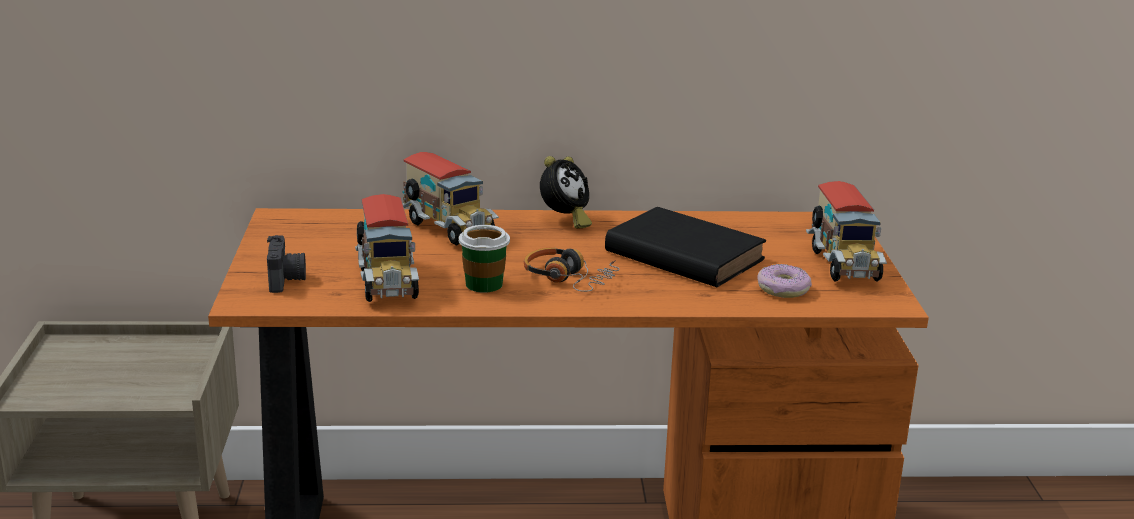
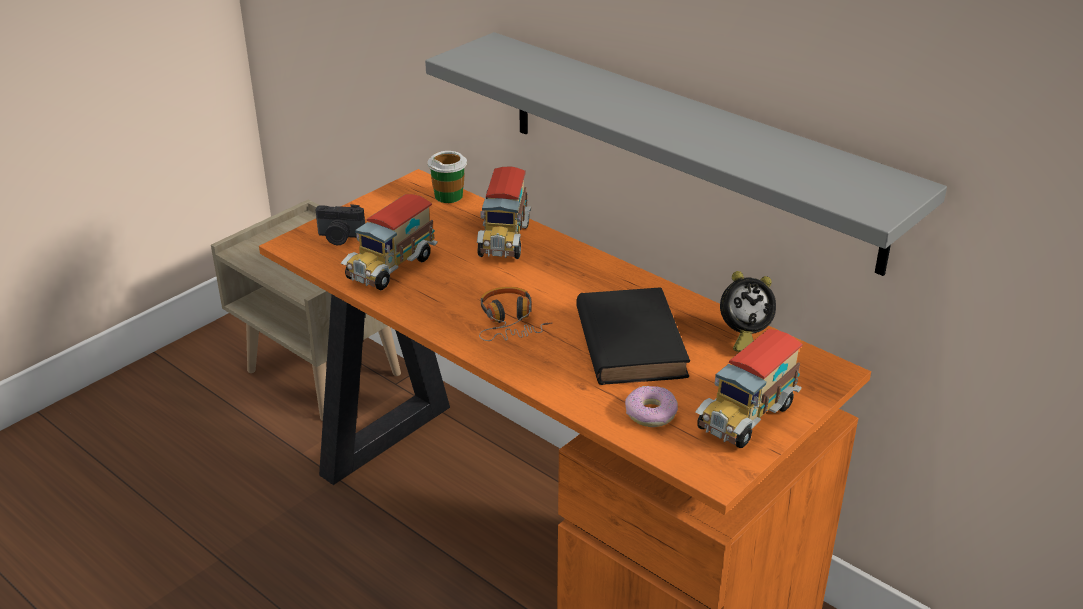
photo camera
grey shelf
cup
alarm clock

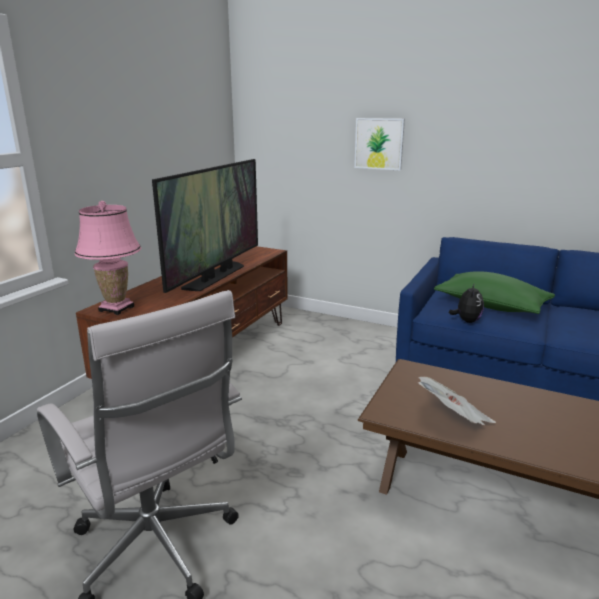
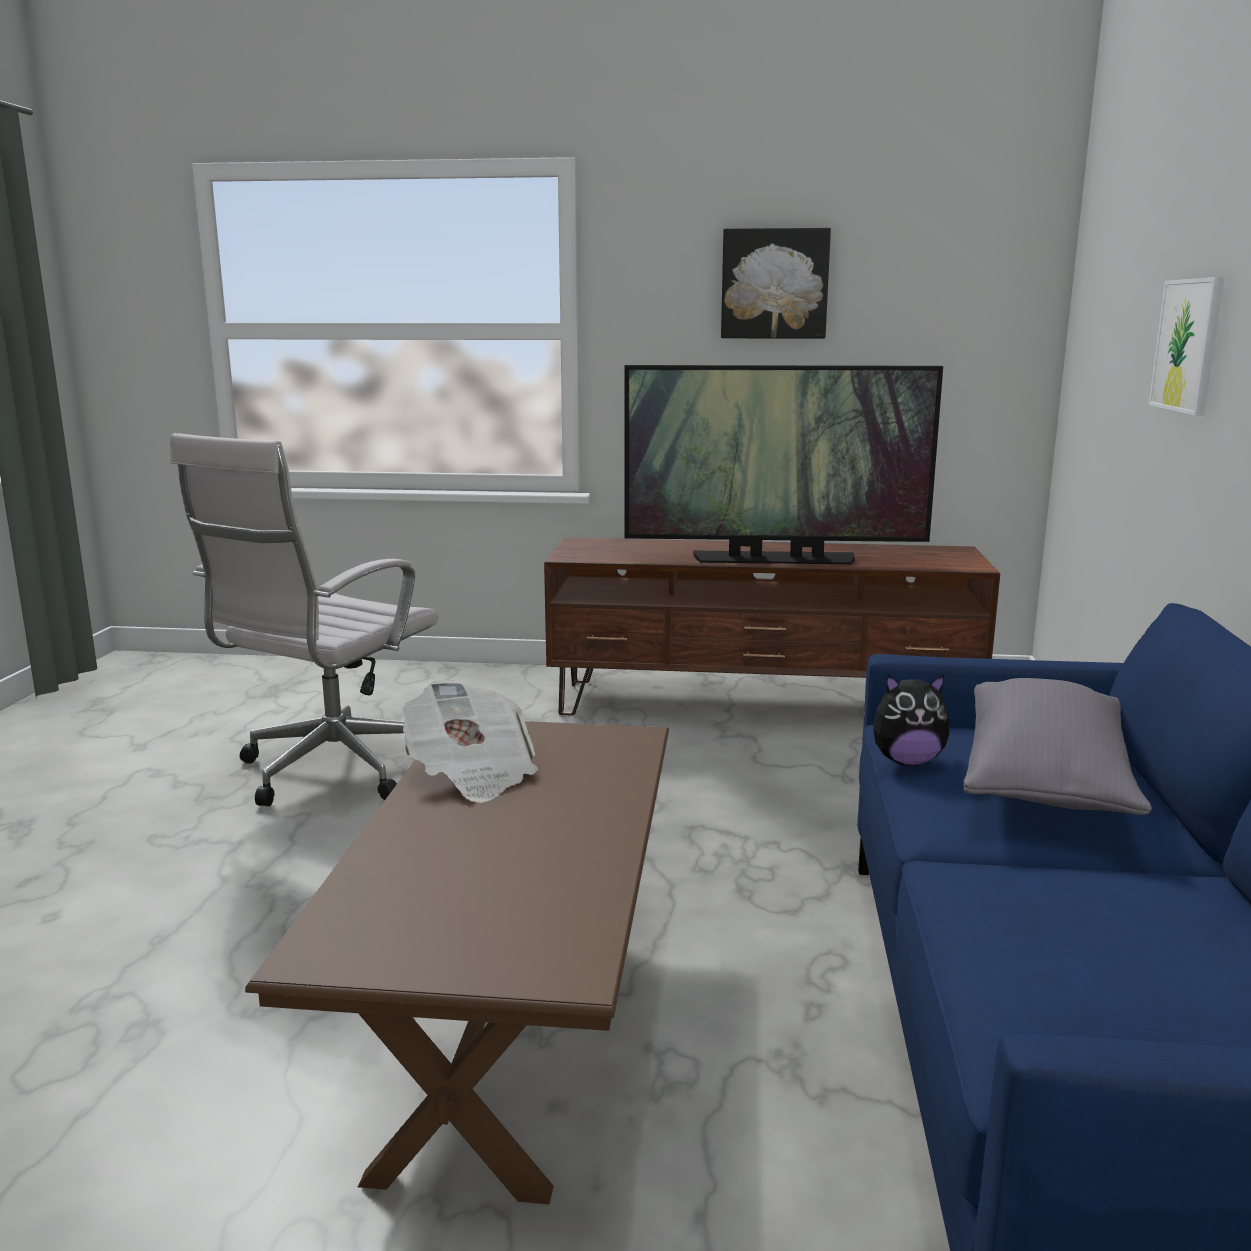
picture (1st from left)
grey pillow
pink table lamp

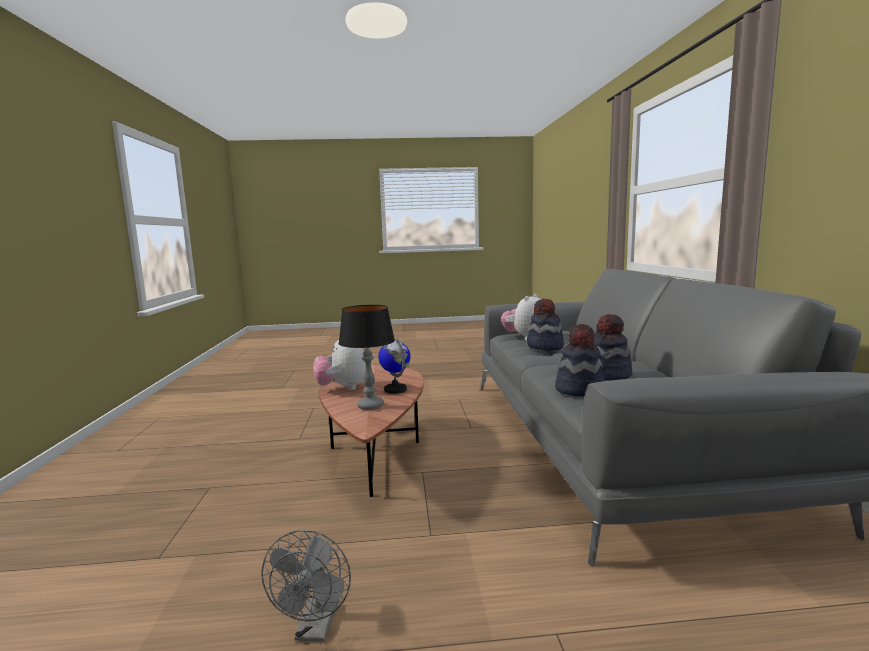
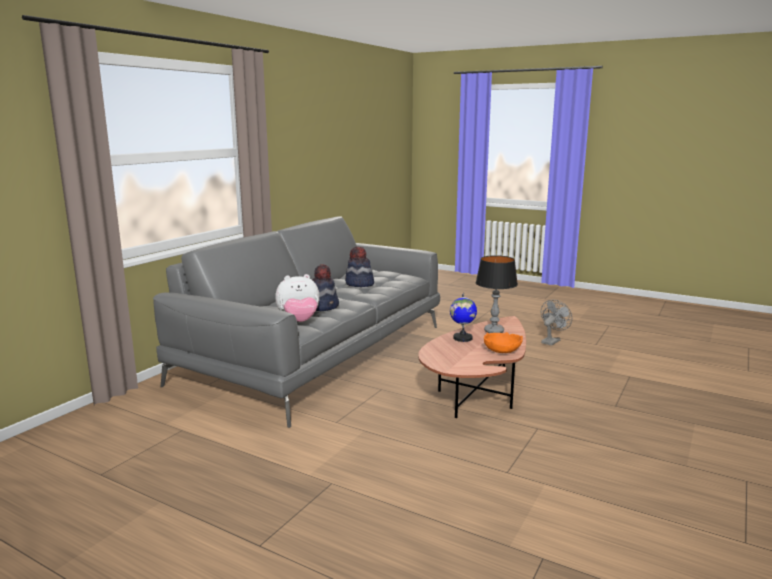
orange bowl
hat (2nd from left in the first image)

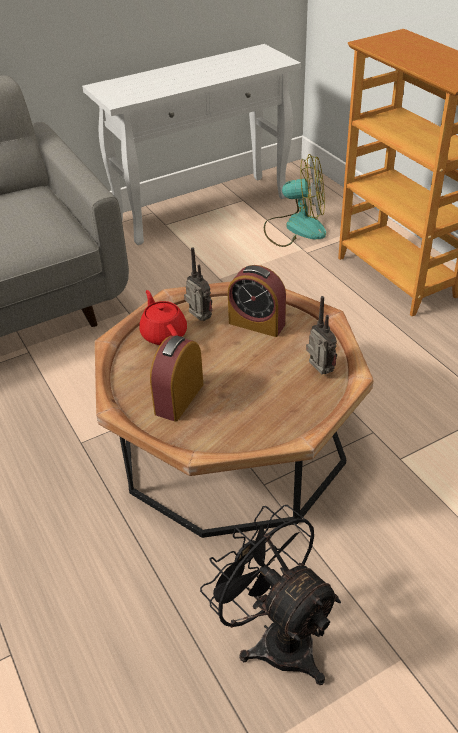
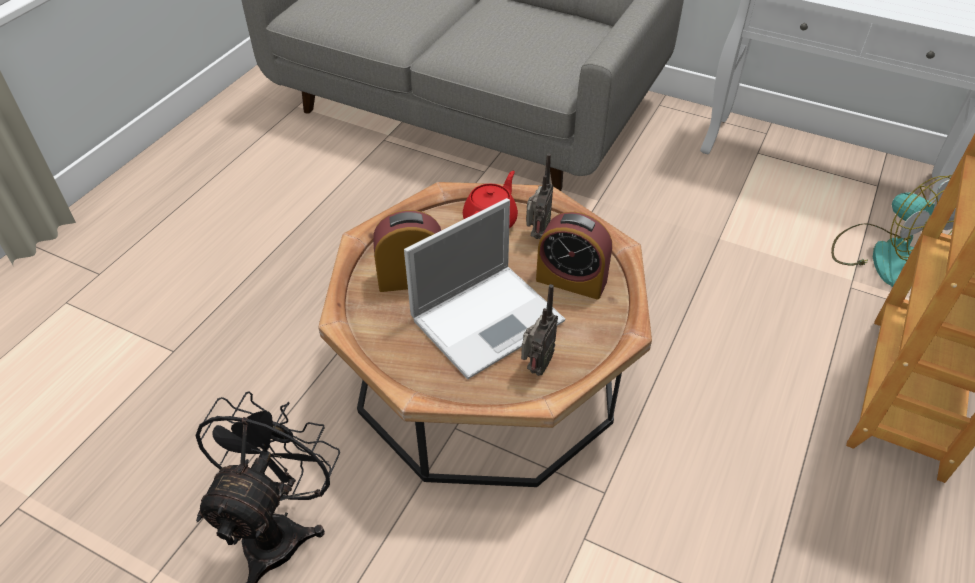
laptop
alarm clock (2nd from left)

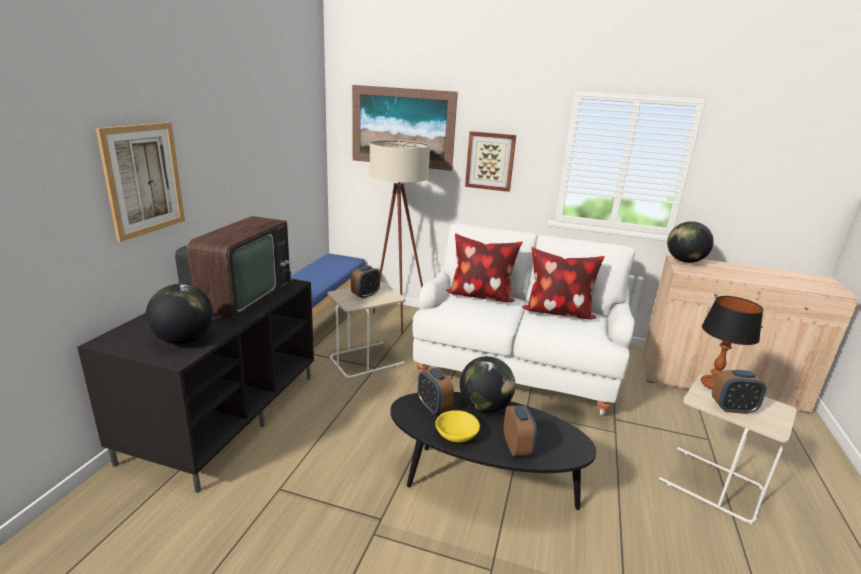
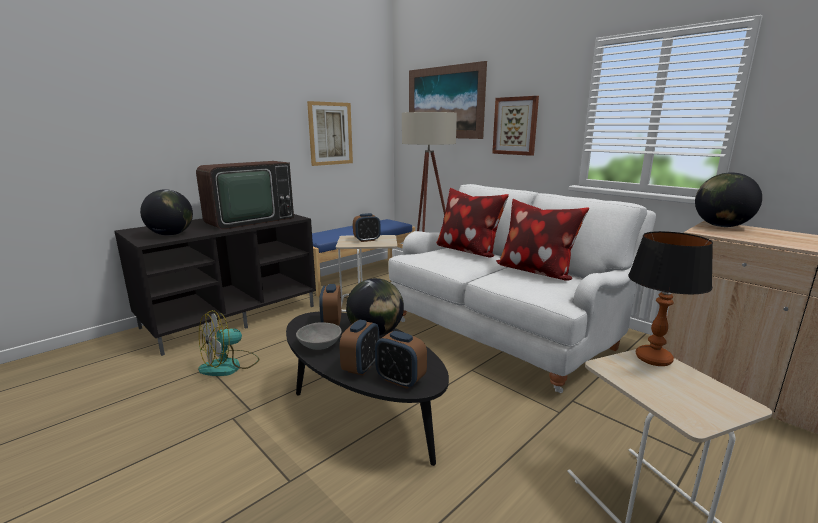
fan
grey bowl
picture (1st from left)
alarm clock (4th from left)

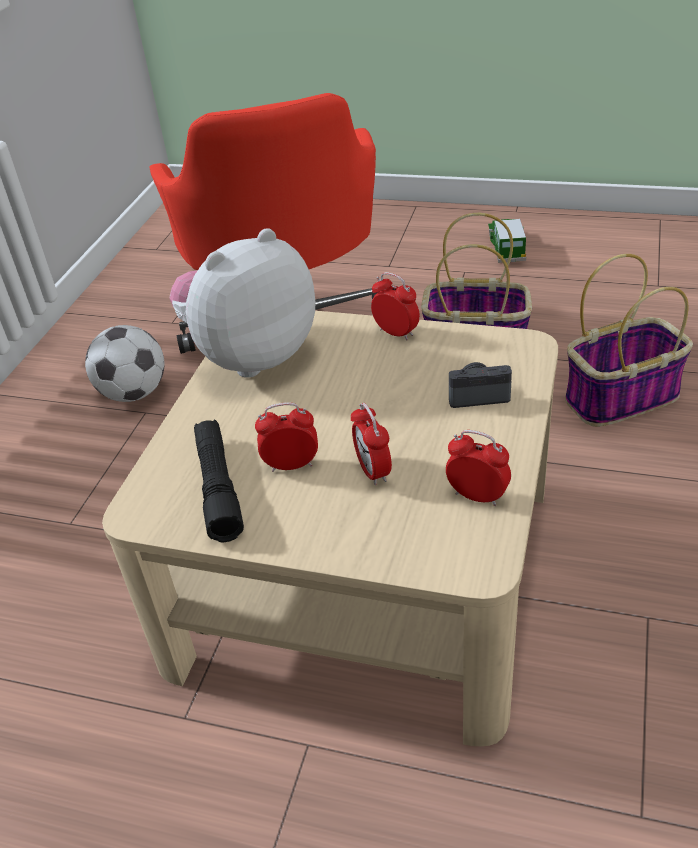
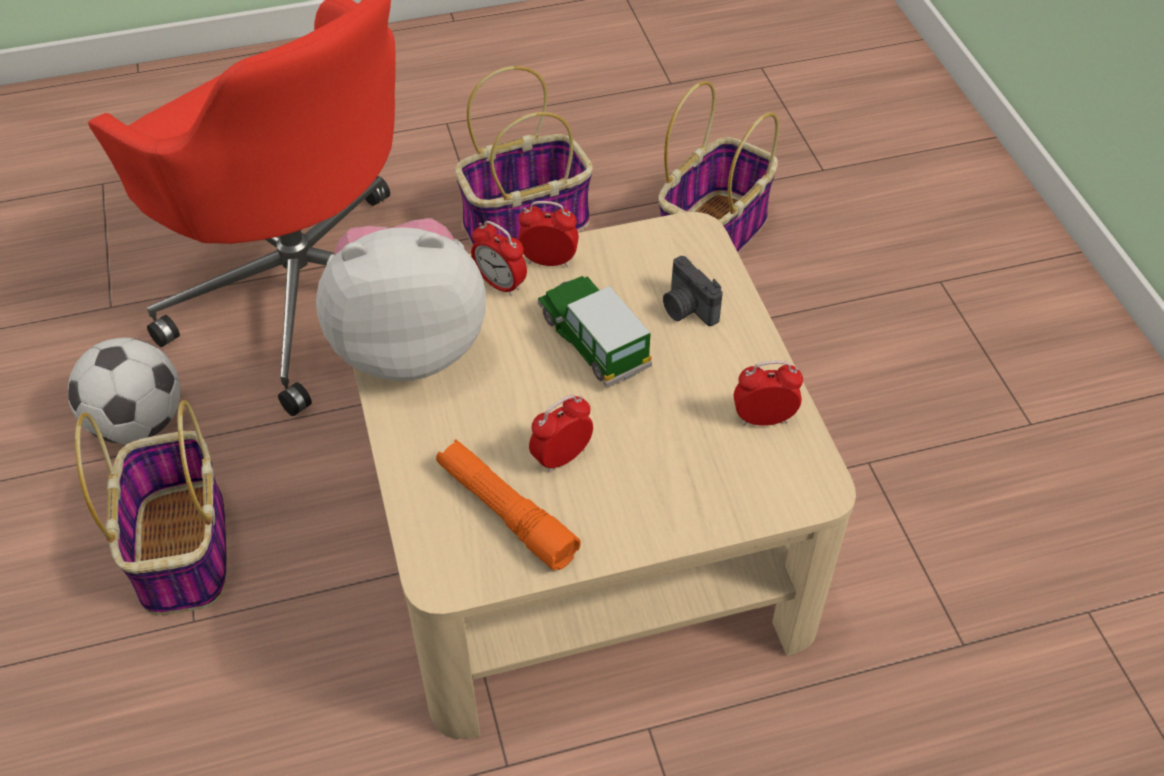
basket (1st from left)
plush toy
orange flashlight
alarm clock (1st from left)
toy car
photo camera

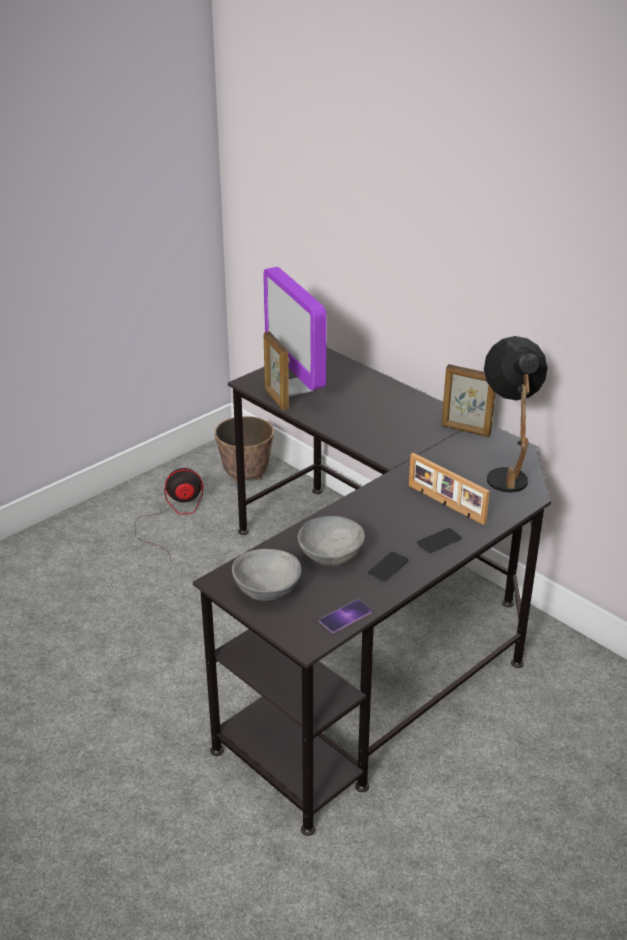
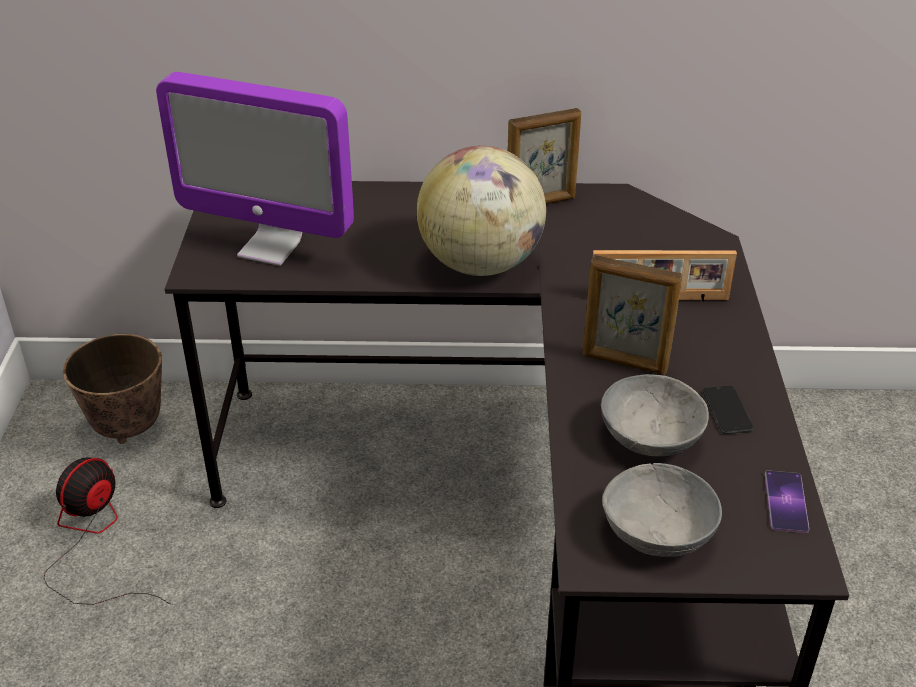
globe
picture frame (2nd from left)
phone (3rd from left in the first image)
black table lamp

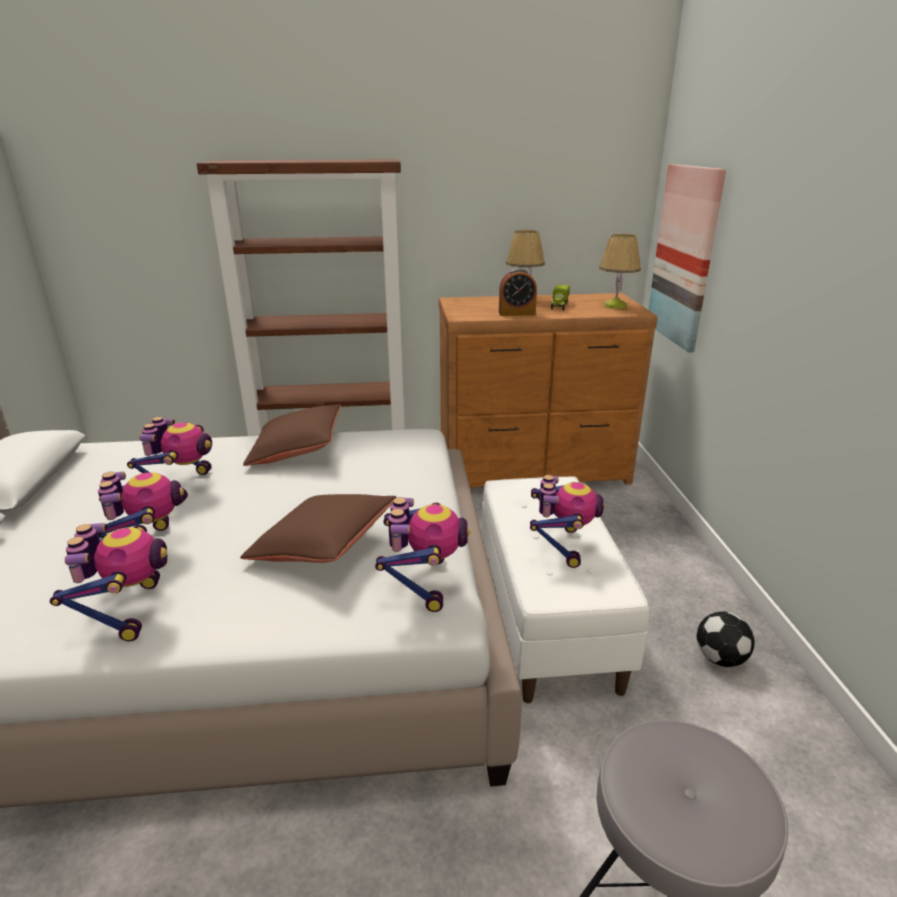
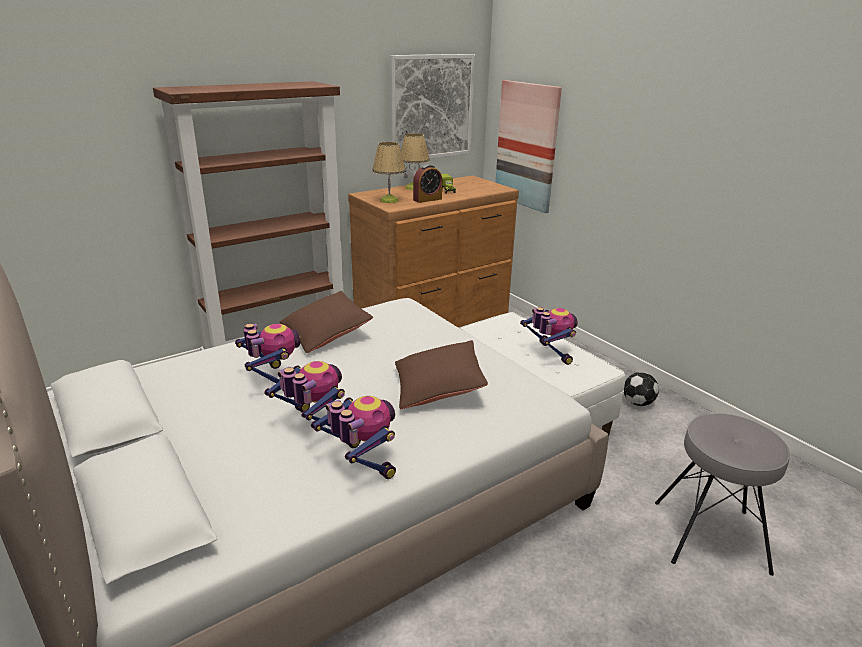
table lamp (1st from left)
picture (1st from left)
toy robot (4th from left in the first image)

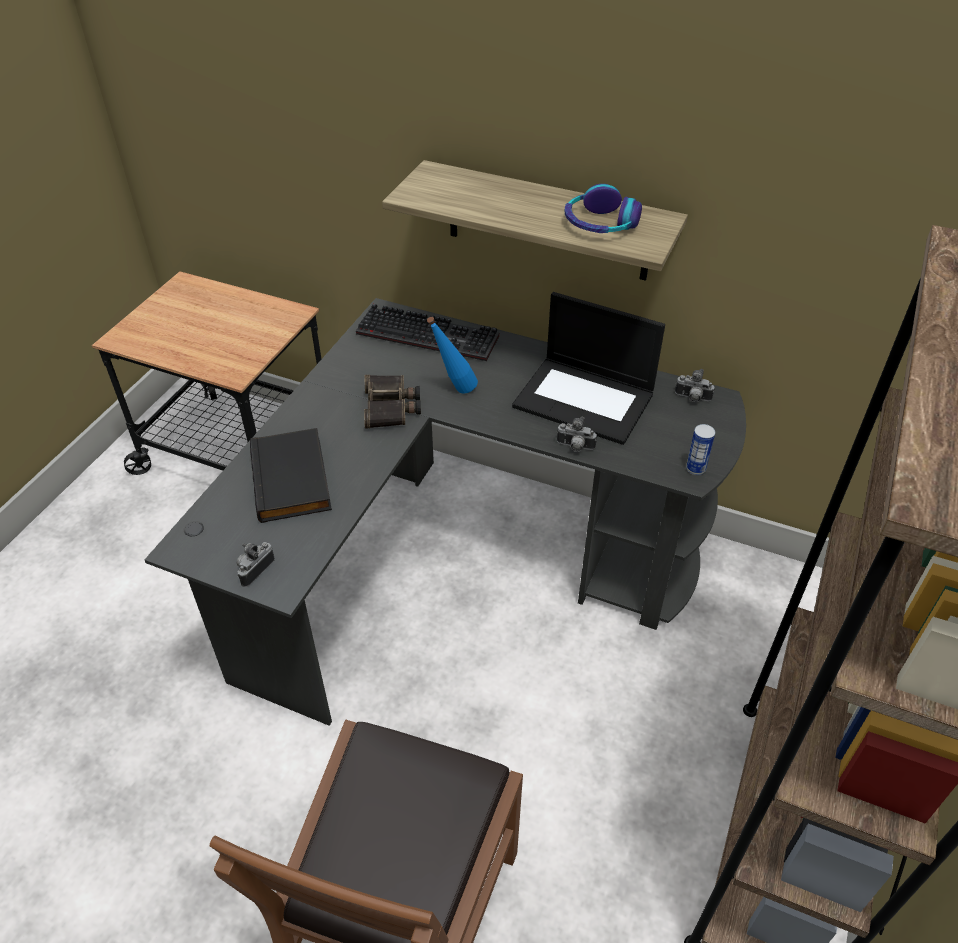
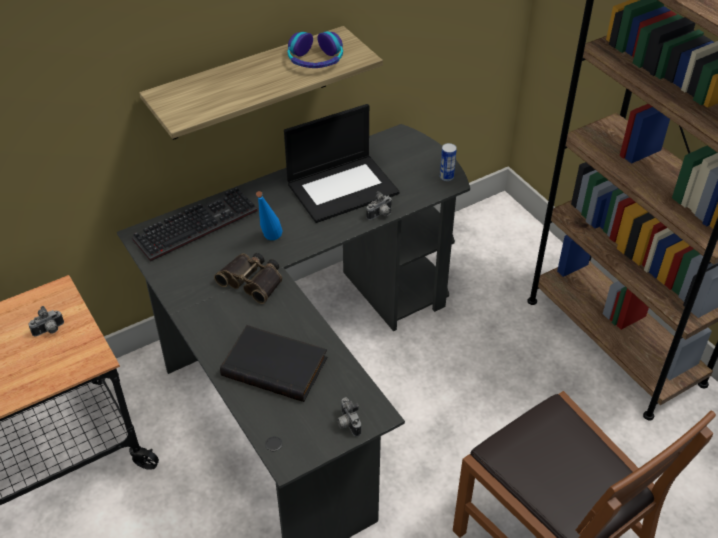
photo camera (1st from left)

